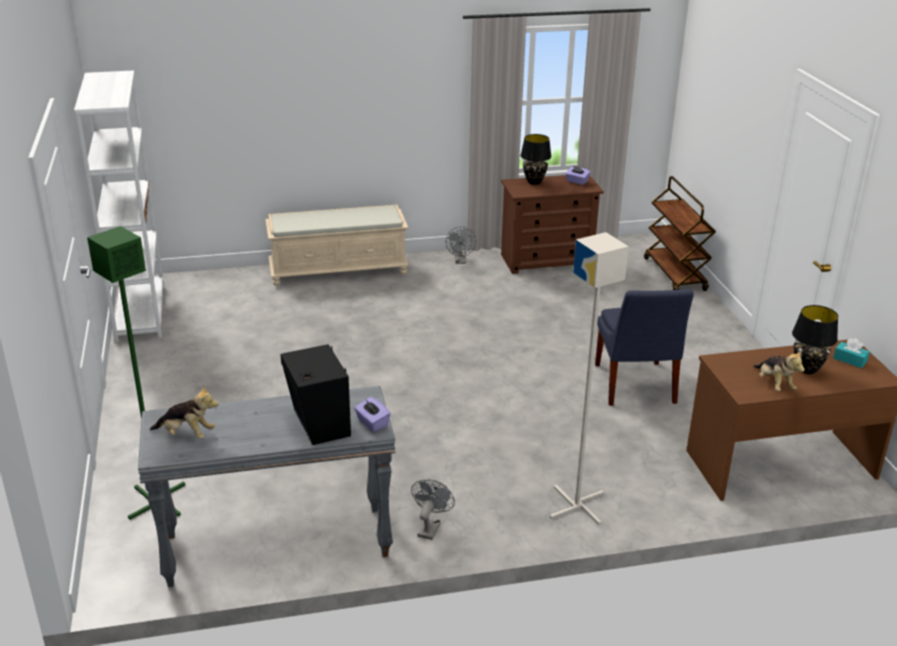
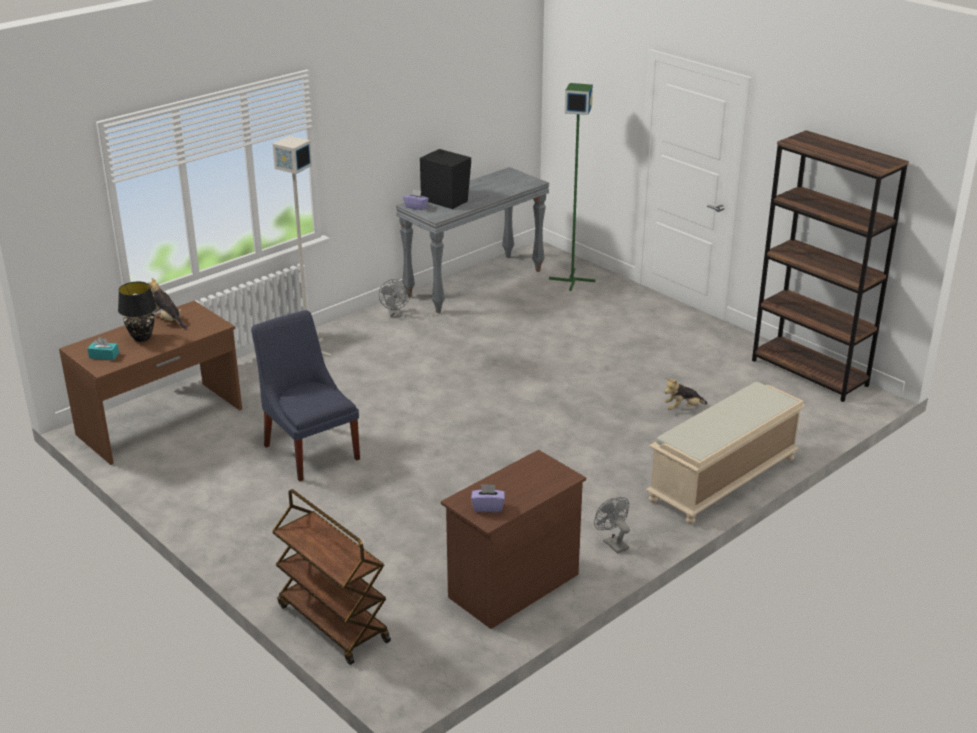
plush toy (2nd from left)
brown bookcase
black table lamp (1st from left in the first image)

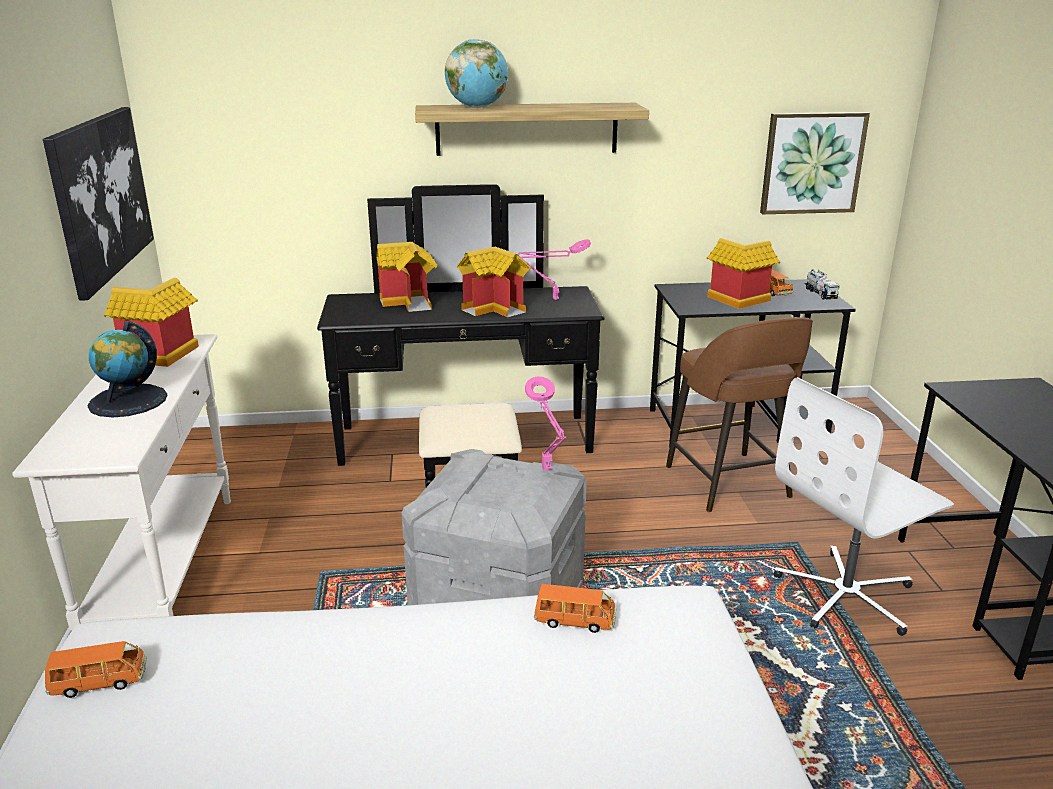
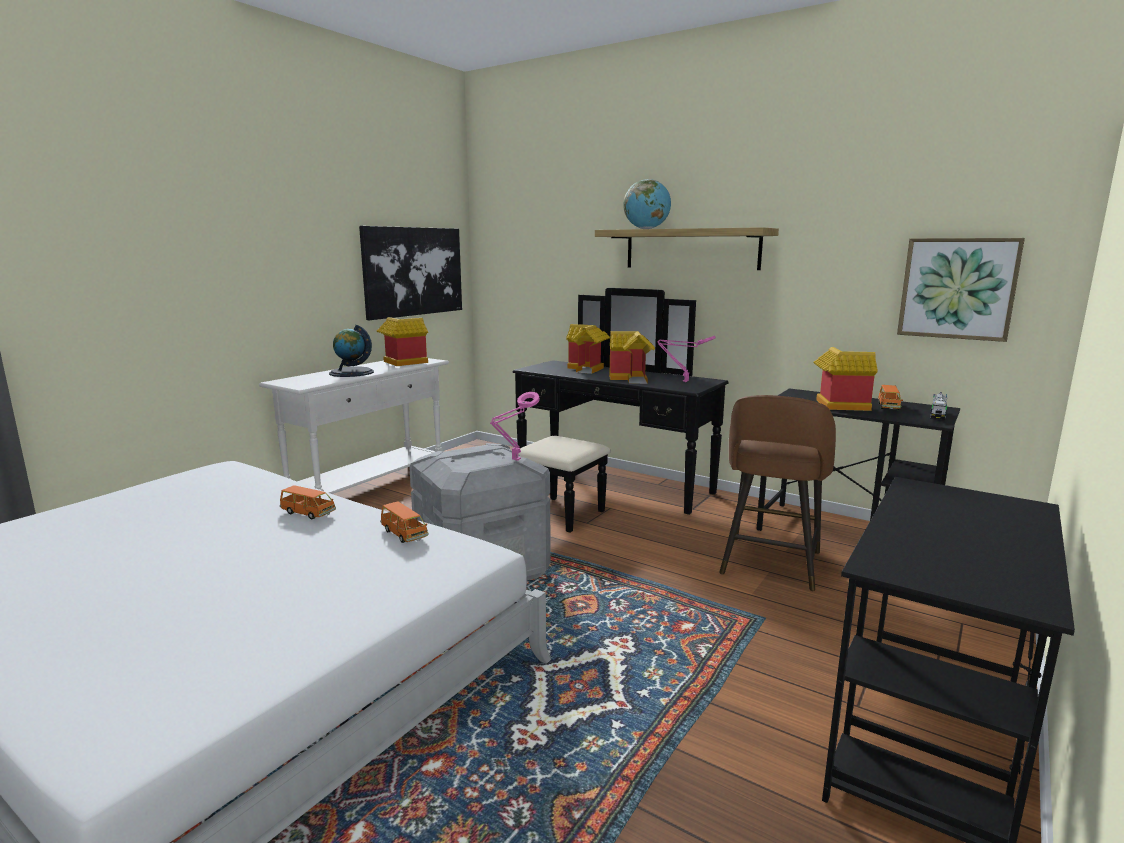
orange toy car (1st from left)
white office chair

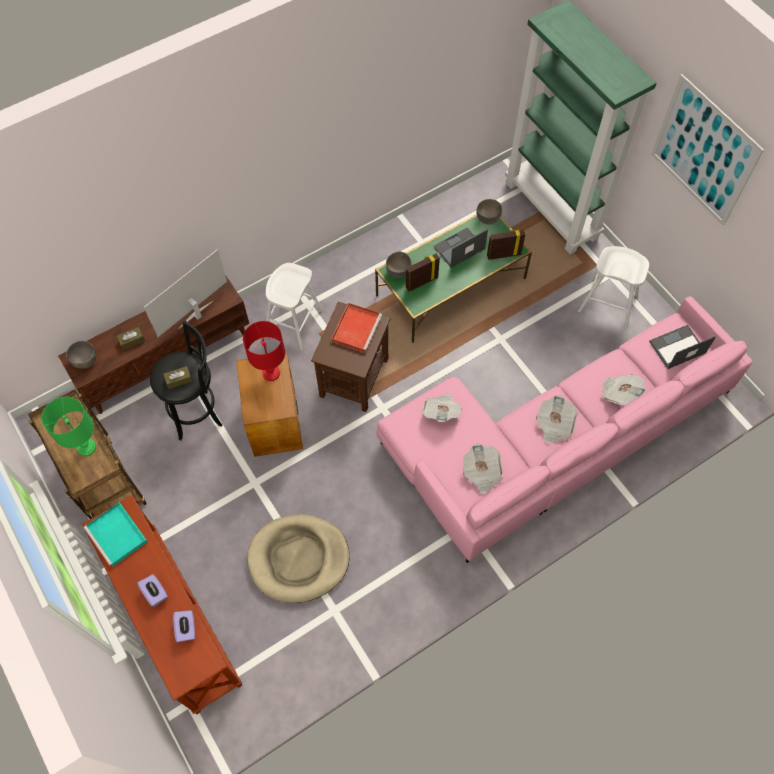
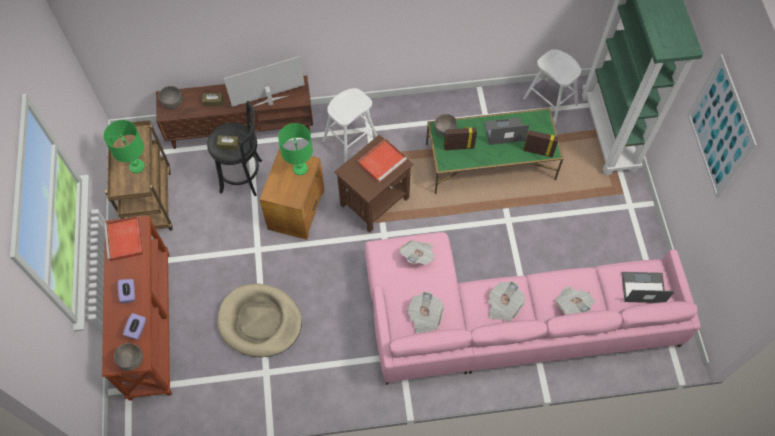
red tray (1st from left)
grey bowl (1st from left)
green table lamp (2nd from left)
white stool (2nd from left)

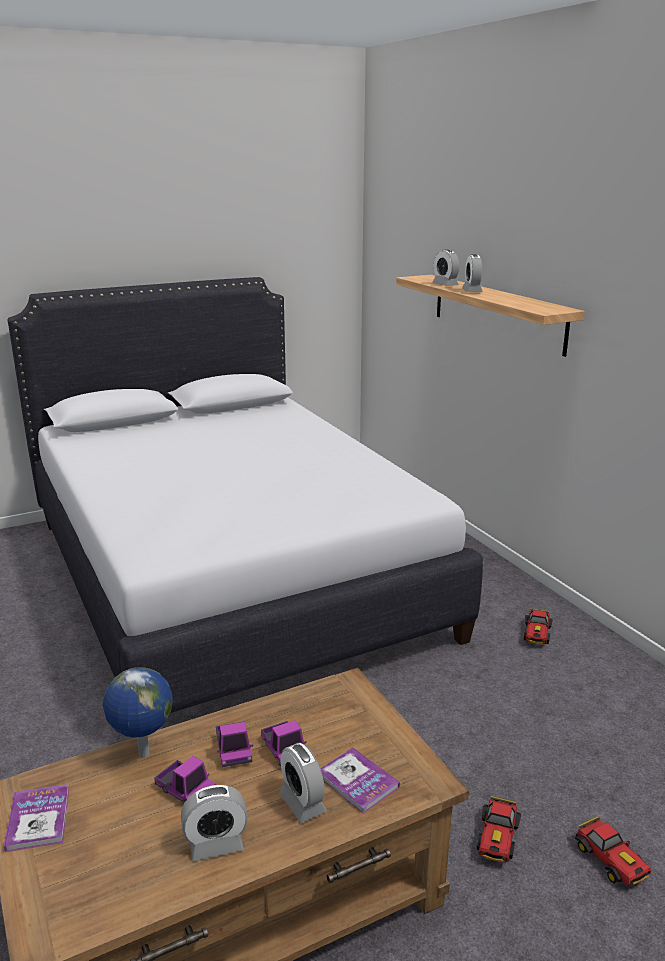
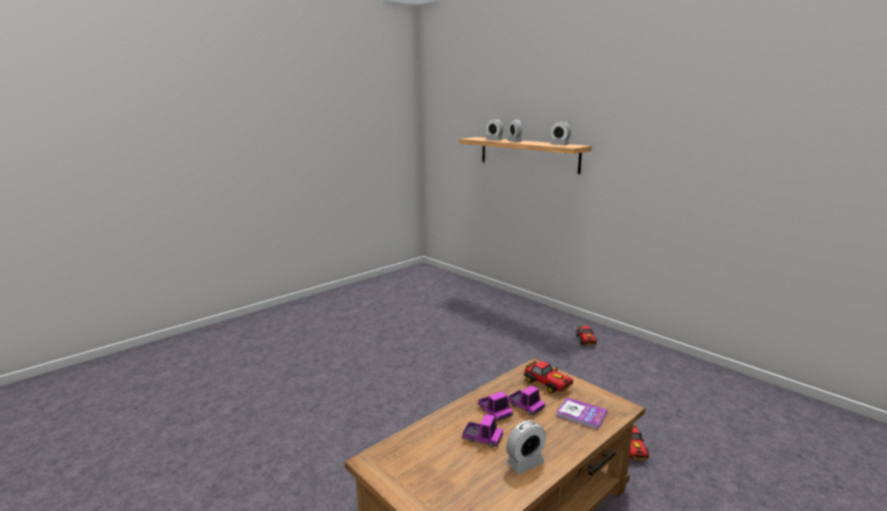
toy car (1st from left)
alarm clock (4th from left)
book (1st from left in the first image)
white bed
globe

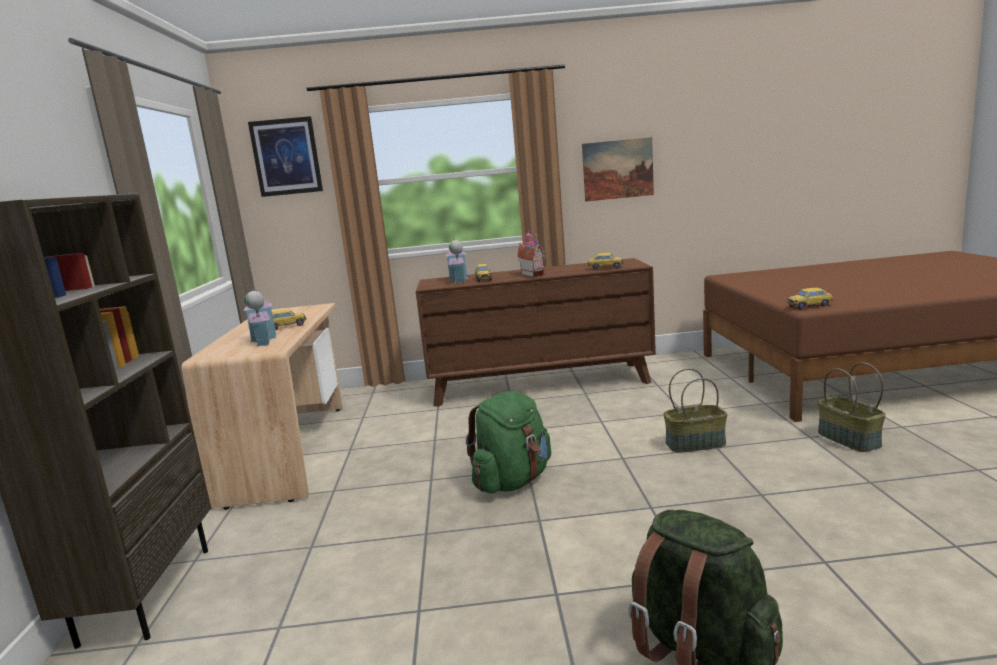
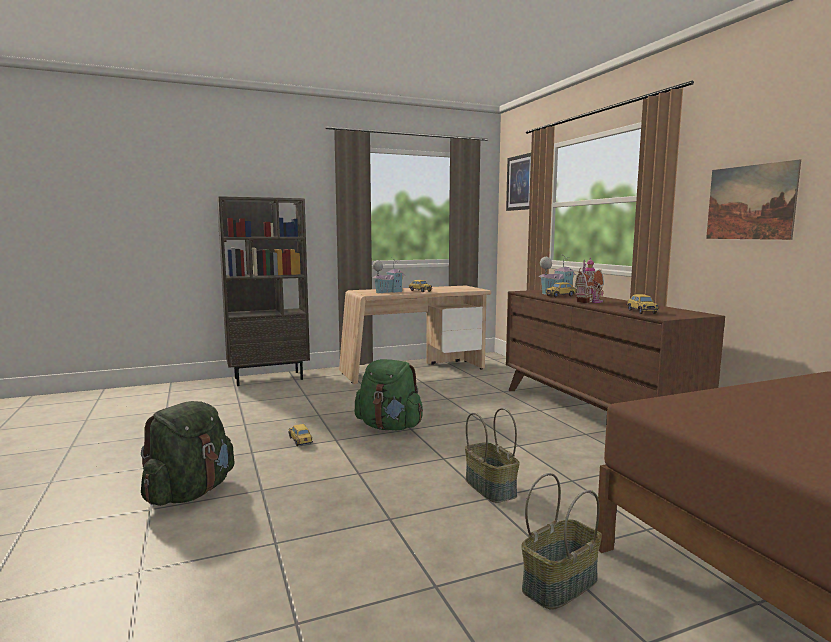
toy car (1st from left)

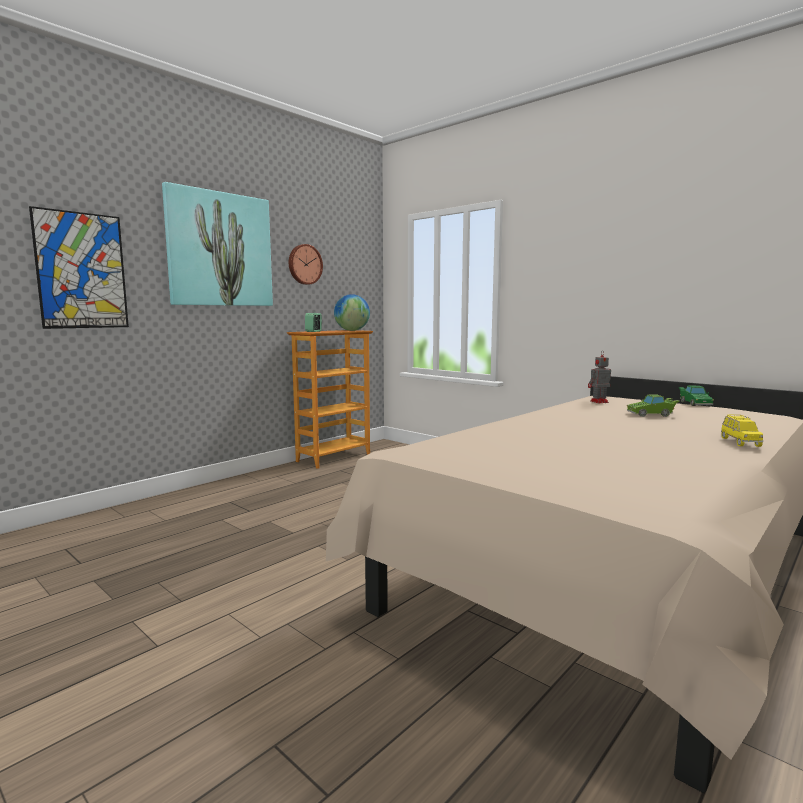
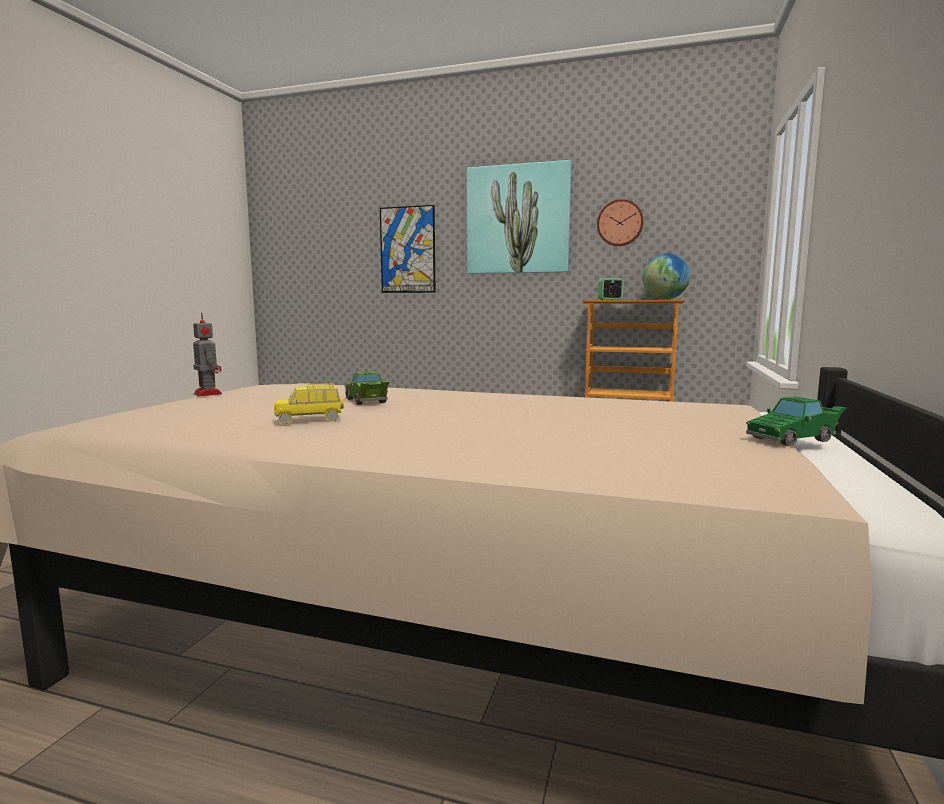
toy robot
yellow toy car
green toy car (1st from left)

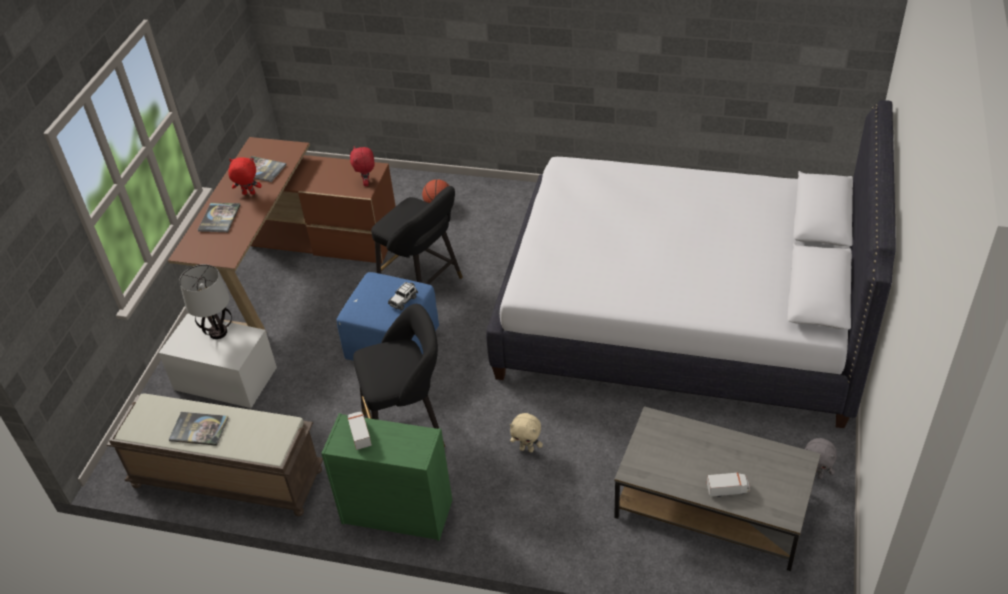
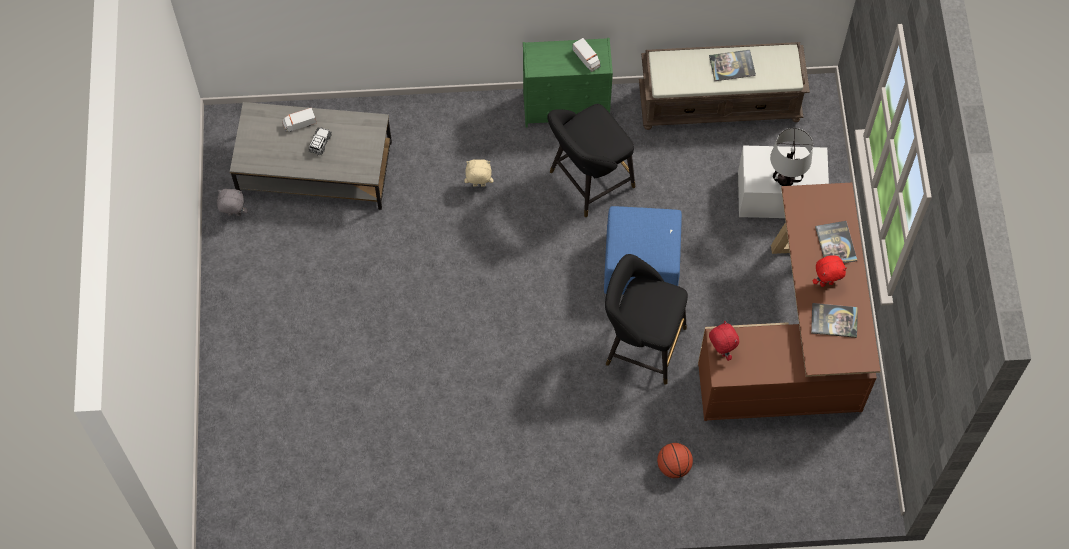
toy car
white bed

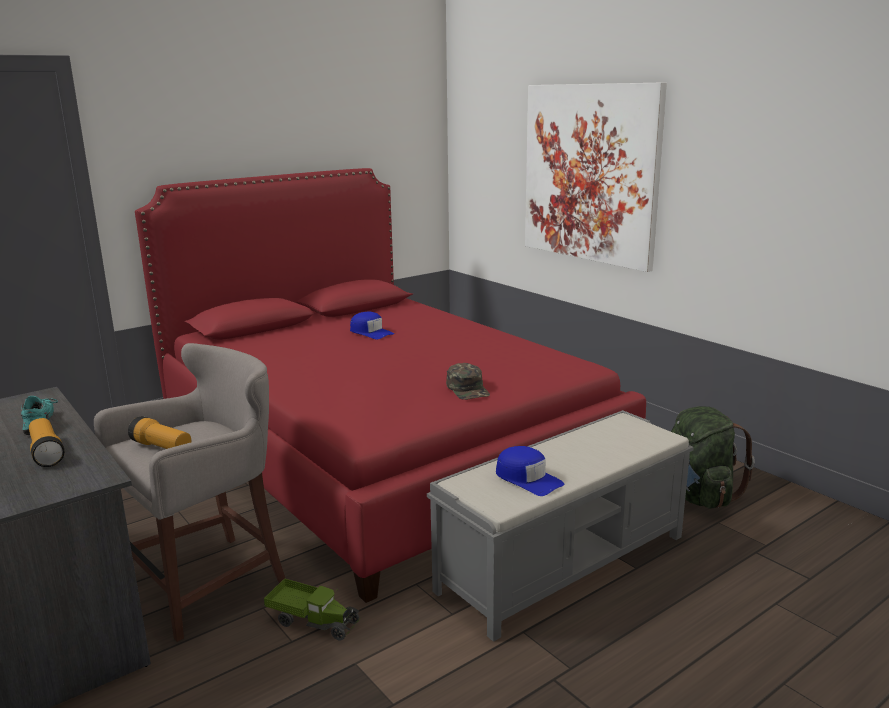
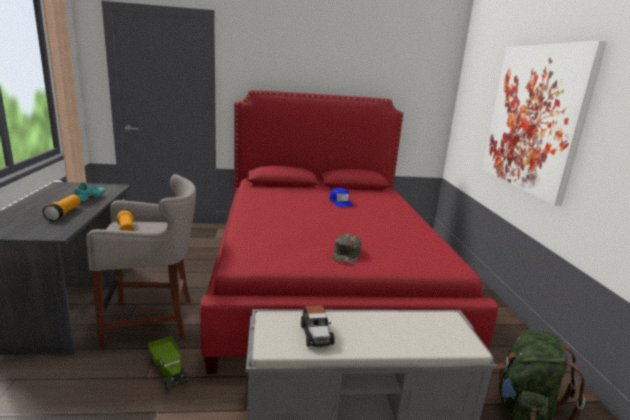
toy car

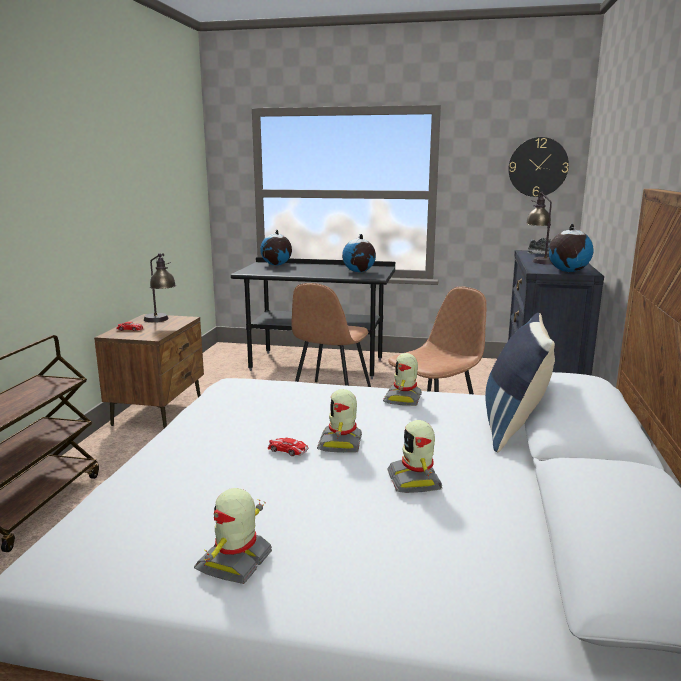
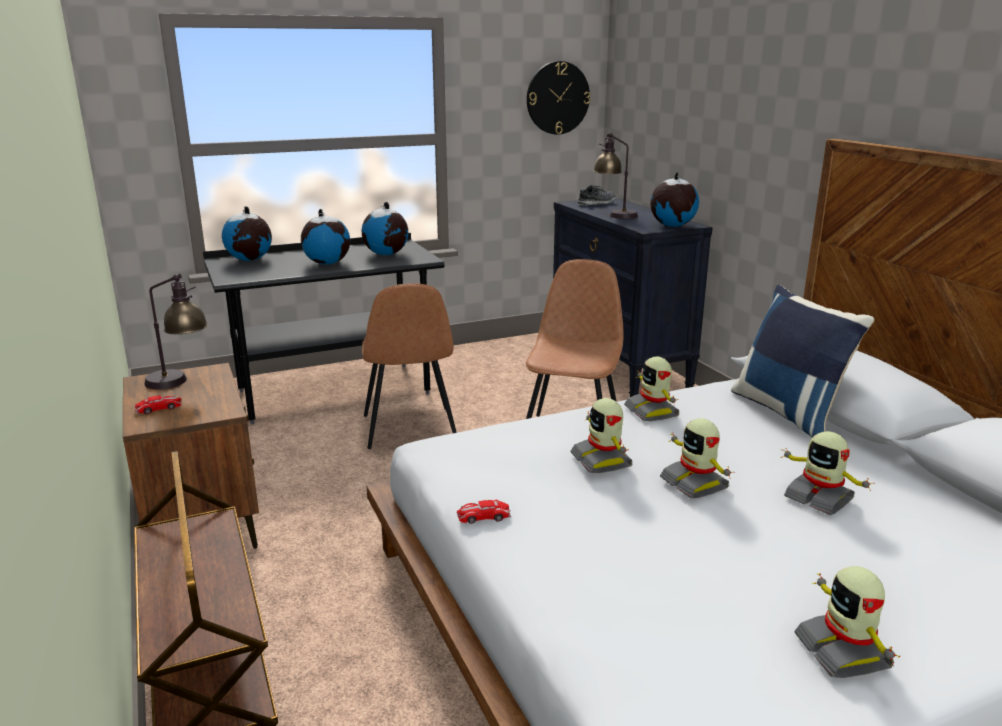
globe (2nd from left)
toy car (2nd from left)
toy robot (1st from left)

